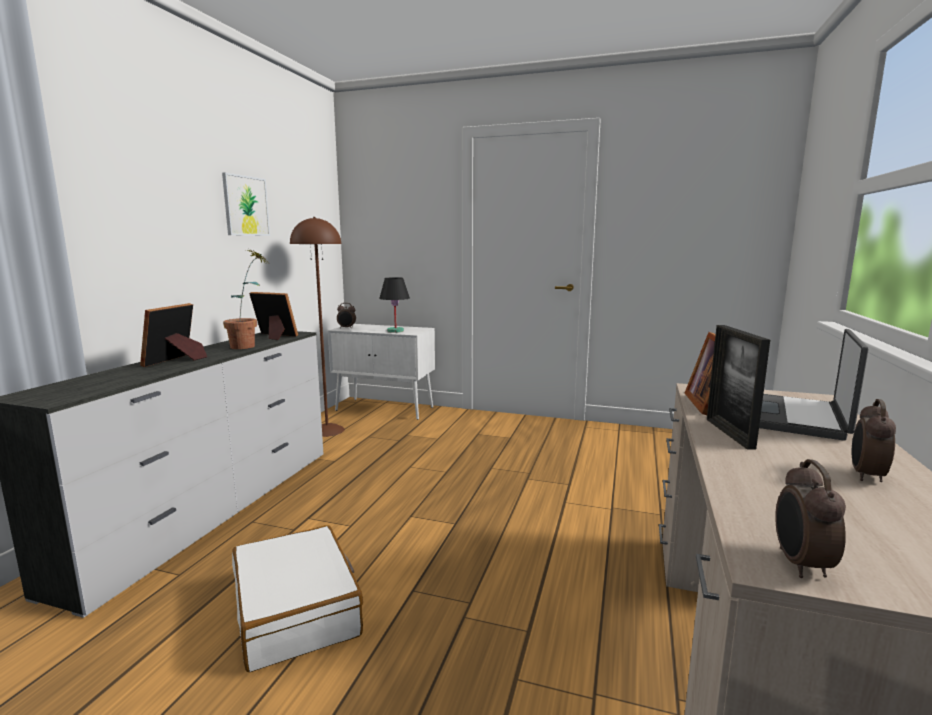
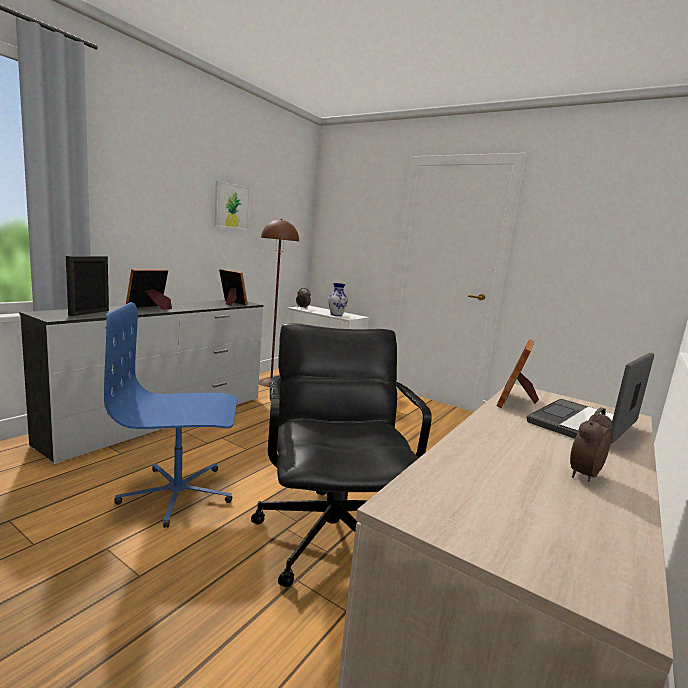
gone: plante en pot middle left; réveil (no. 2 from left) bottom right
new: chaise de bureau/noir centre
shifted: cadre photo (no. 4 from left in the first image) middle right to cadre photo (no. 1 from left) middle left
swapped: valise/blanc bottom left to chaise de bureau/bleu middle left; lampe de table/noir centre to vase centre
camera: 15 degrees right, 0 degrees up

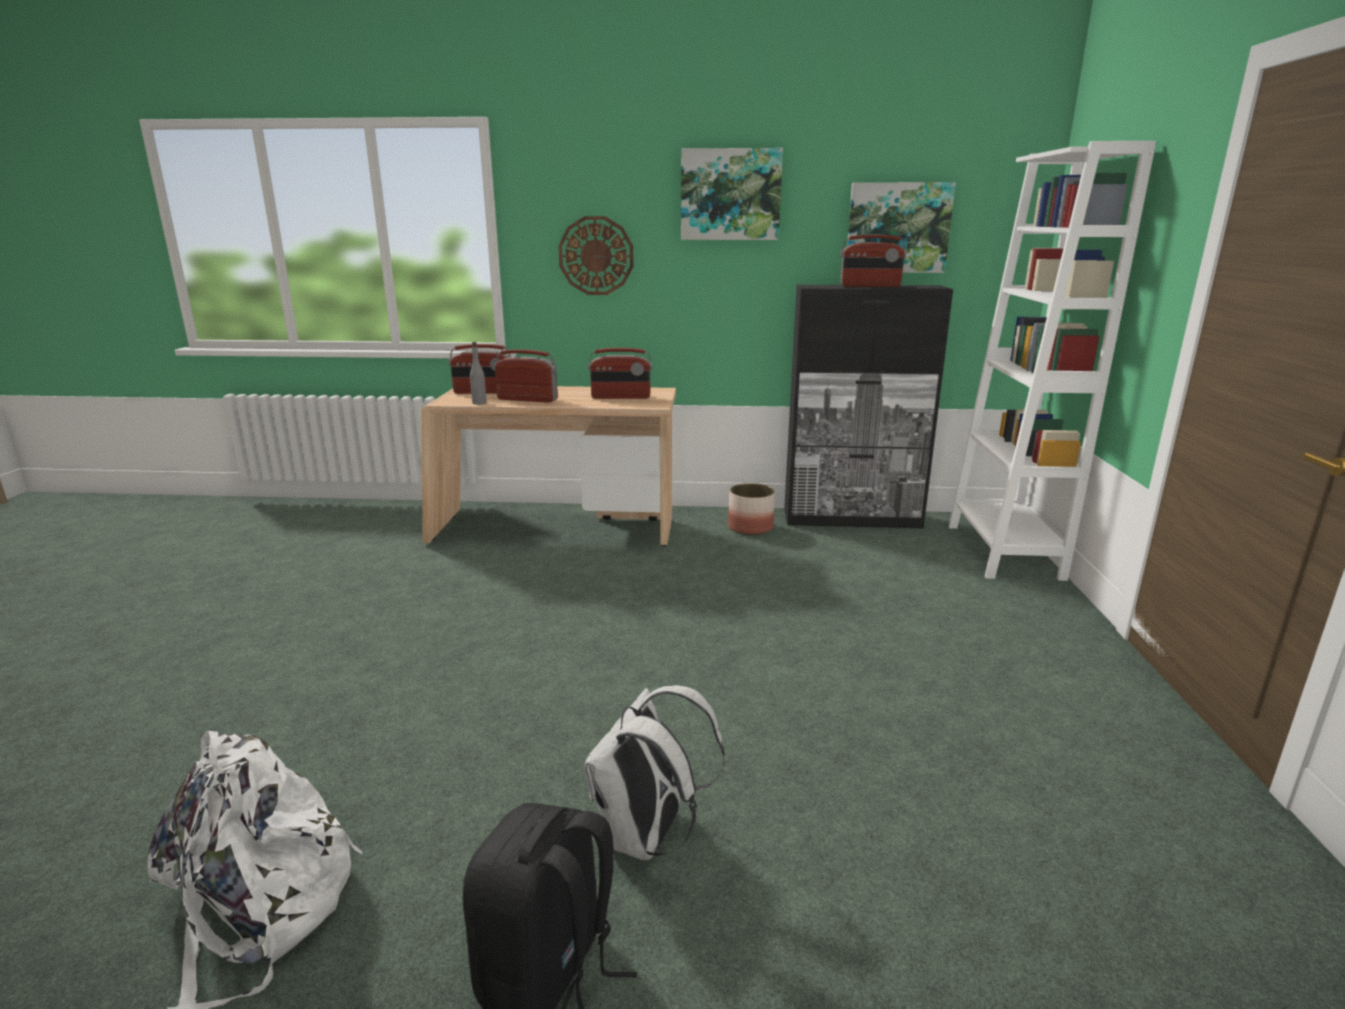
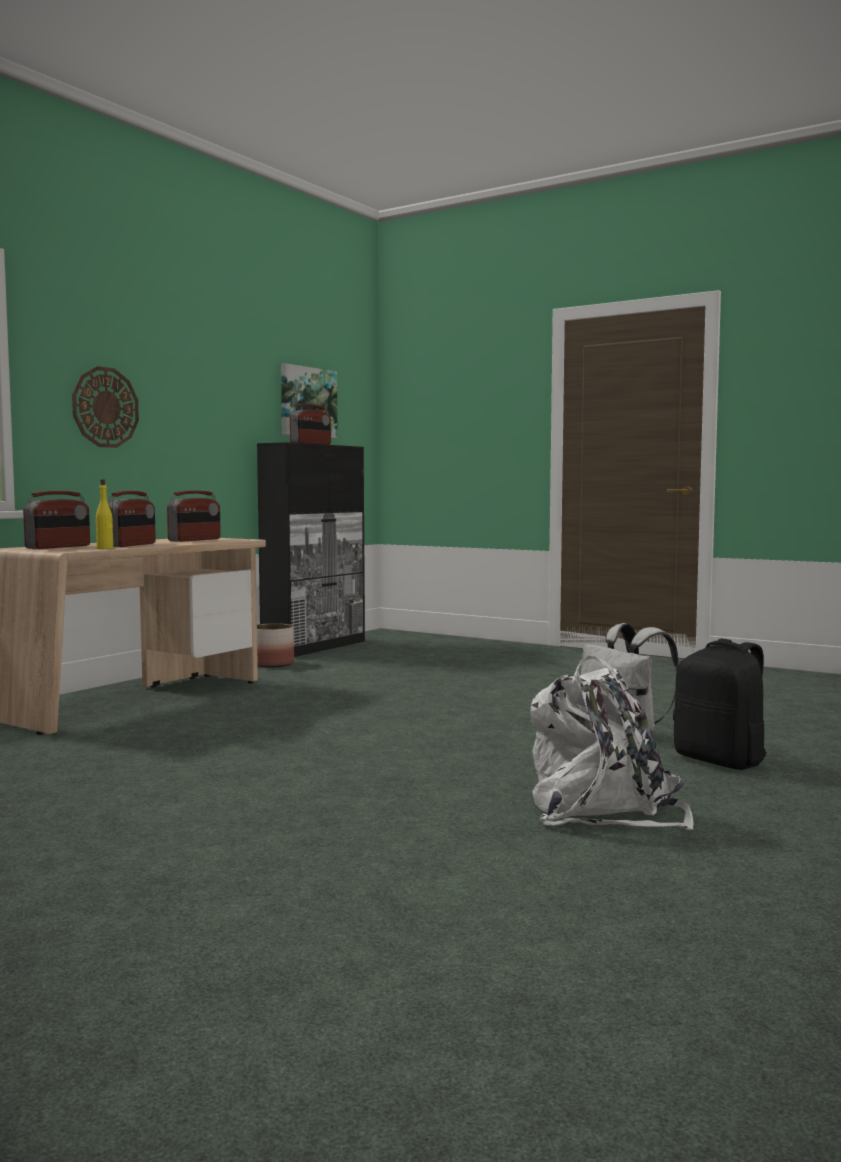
gone: tableau (no. 1 from left) top centre; bibliothèque/blanc middle right
repainted: bouteille/gris centre to bouteille/jaune middle left
rotated: radio (no. 2 from left) centre = middle left 150 degrees clockwise
camera: 60 degrees left, 15 degrees down

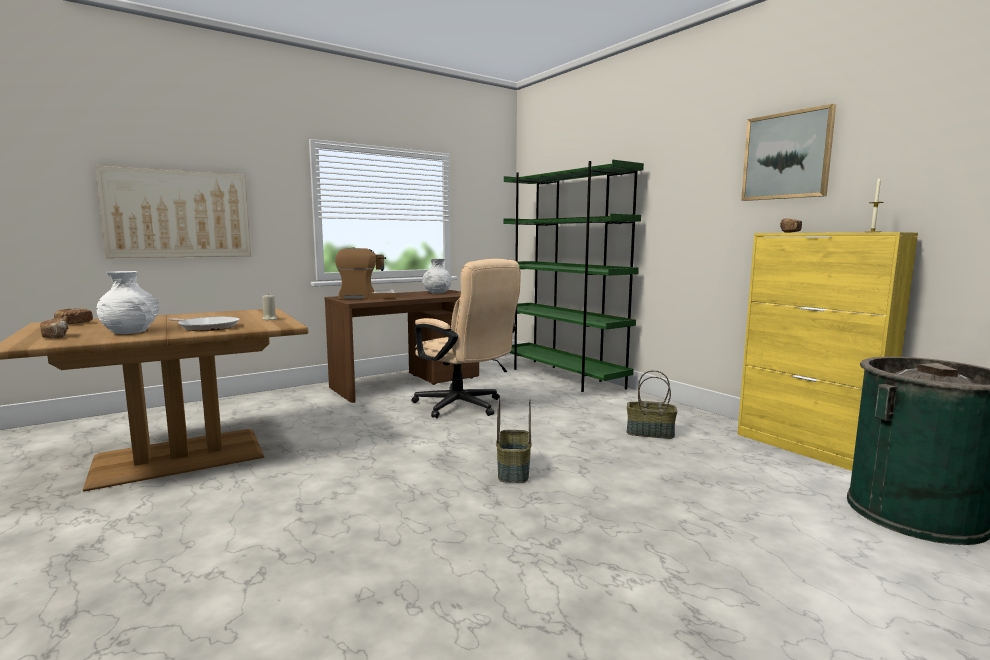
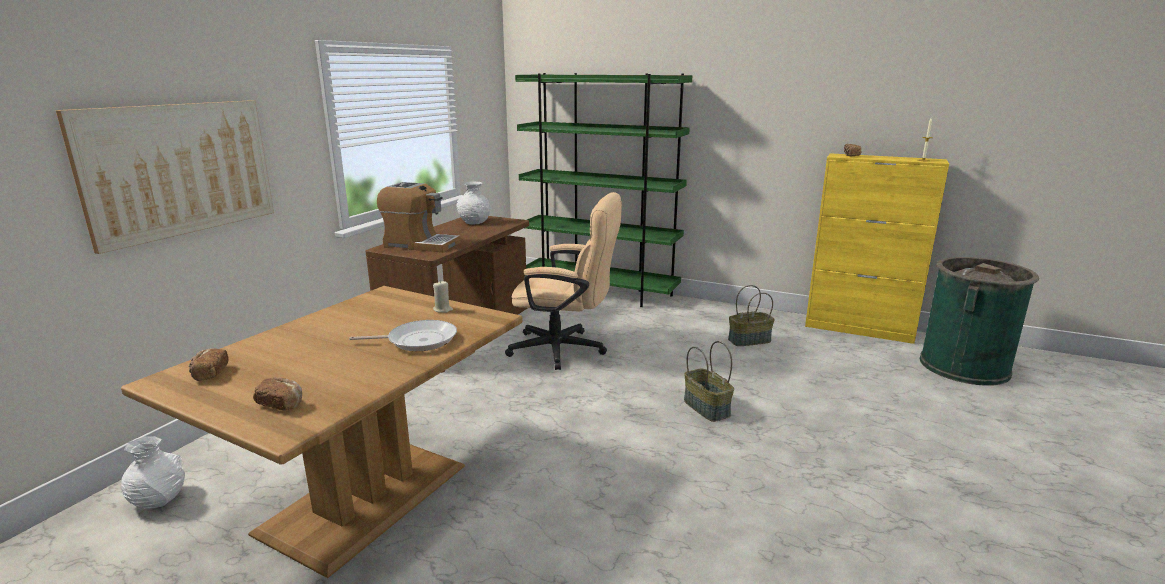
gone: tableau (no. 2 from left) top right
shifted: vase/blanc (no. 1 from left) middle left to bottom left
rotated: machine à café centre = centre 60 degrees clockwise
camera: 30 degrees left, 10 degrees up

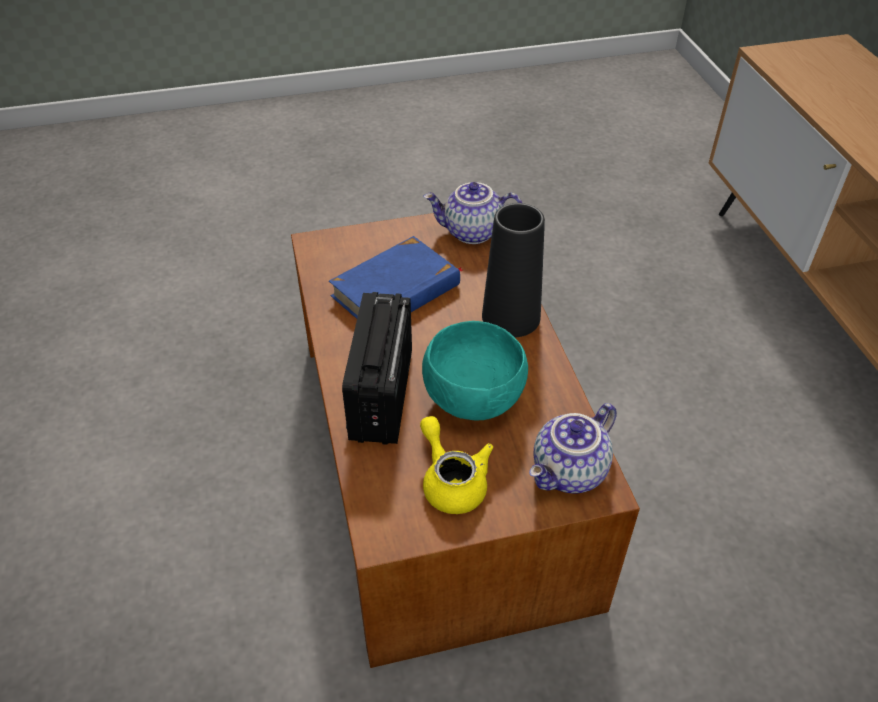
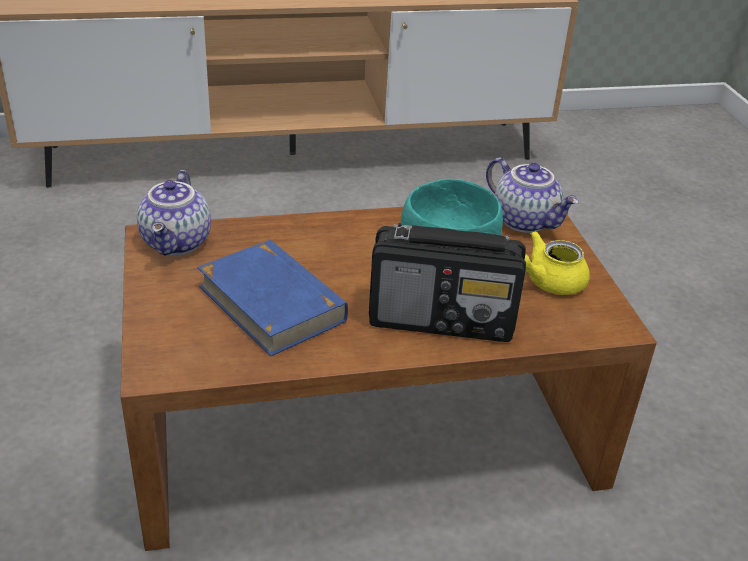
gone: vase/noir centre
camera: 90 degrees left, 10 degrees down

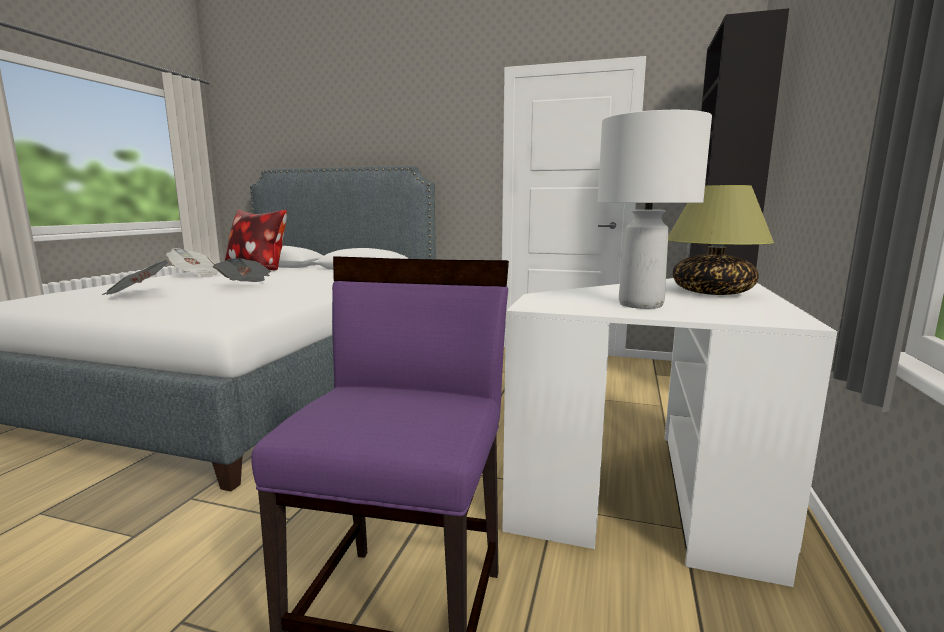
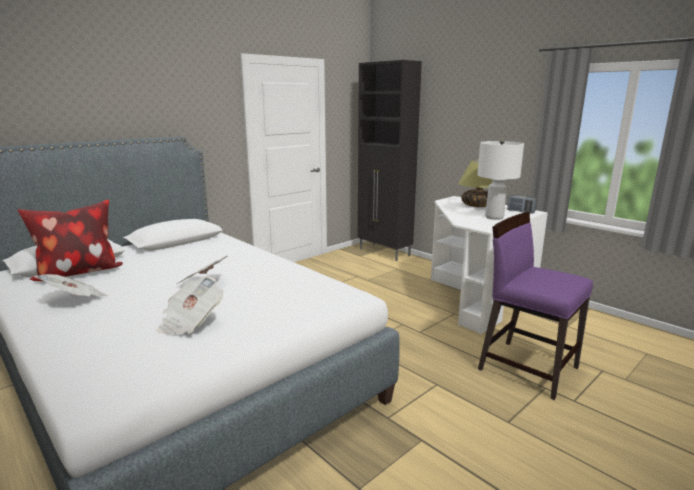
new: radio middle right
camera: 60 degrees left, 5 degrees up

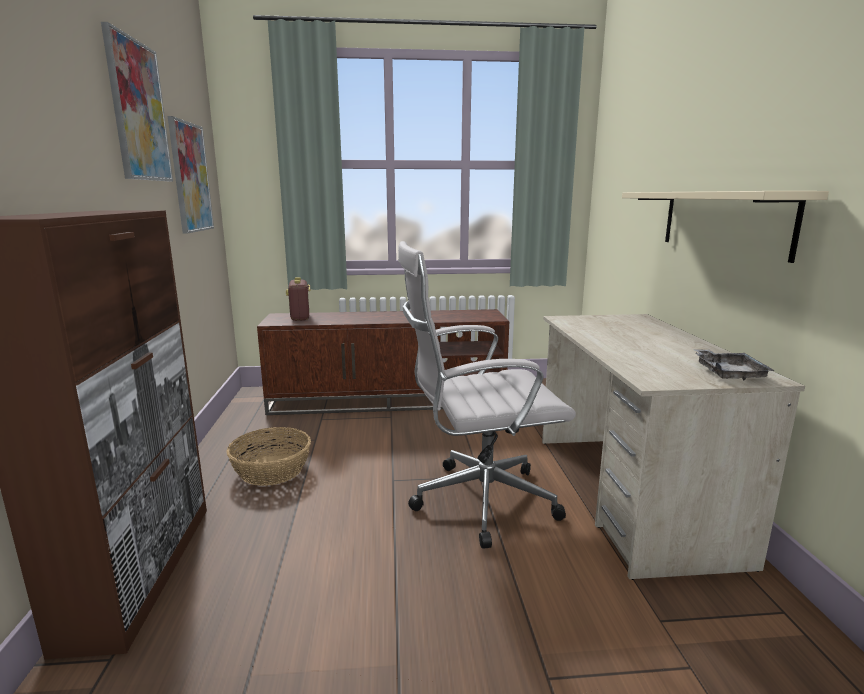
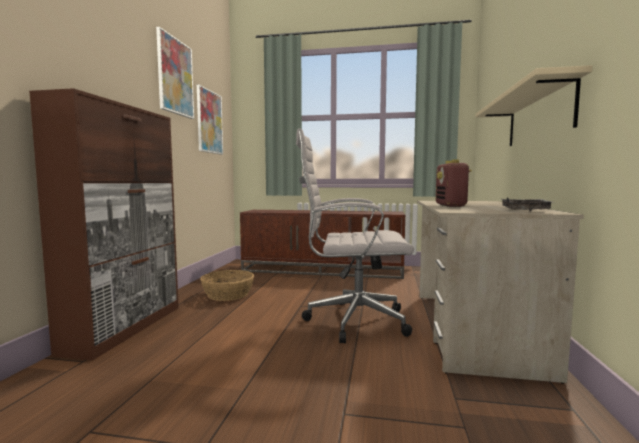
shifted: radio centre to middle right
camera: 15 degrees right, 10 degrees down

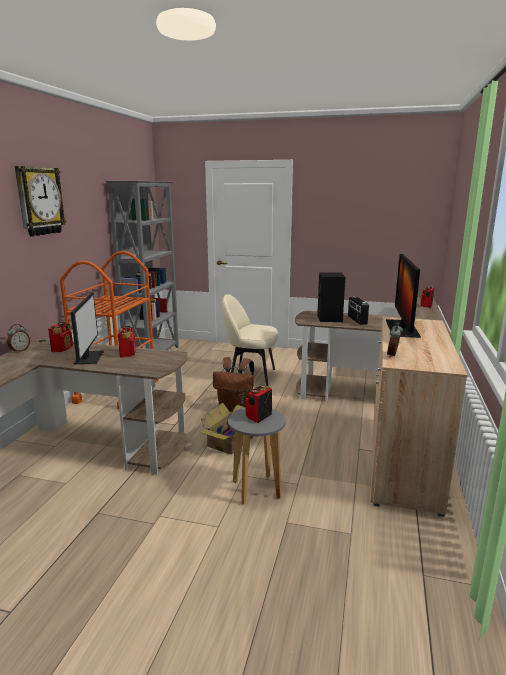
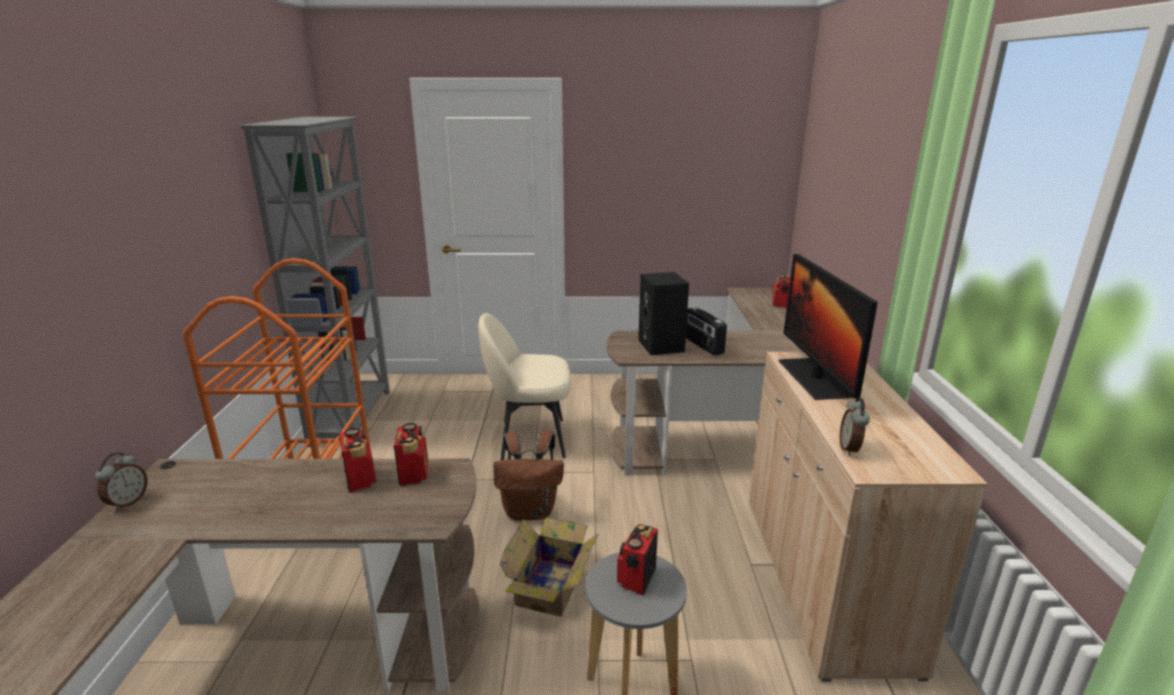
gone: horloge murale top left; écran d'ordinateur (no. 1 from left) middle left
shifted: radio (no. 1 from left in the first image) middle left to radio (no. 2 from left) centre
camera: 15 degrees left, 5 degrees up

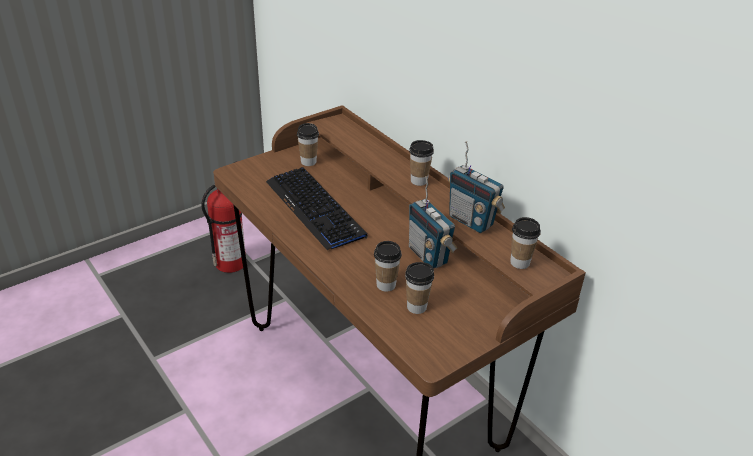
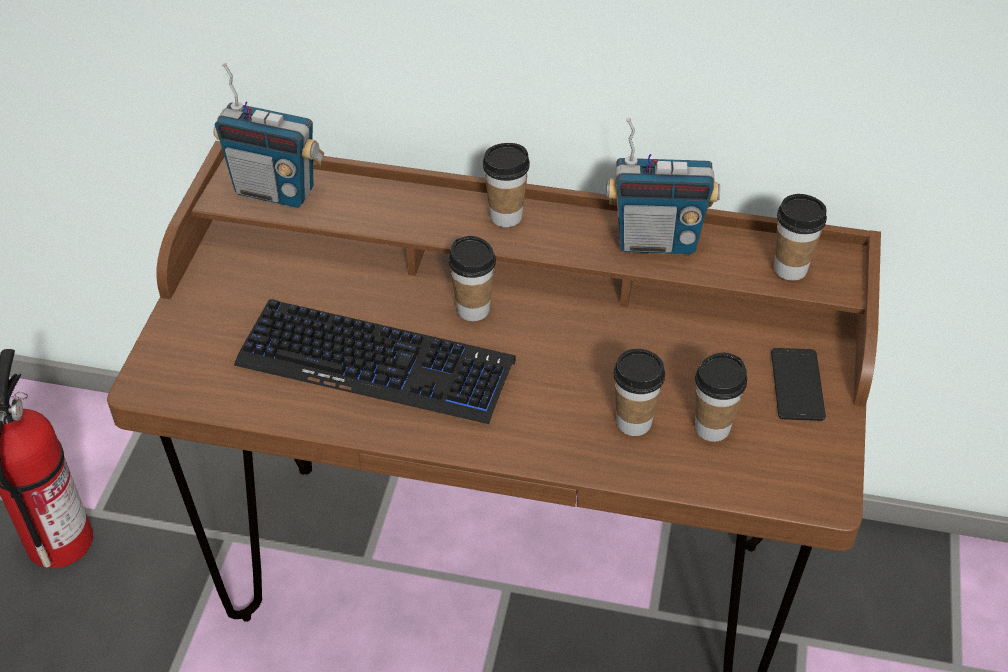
new: téléphone middle right
shifted: tasse (no. 1 from left) top centre to centre; radio (no. 1 from left) centre to top left
camera: 40 degrees left, 10 degrees up

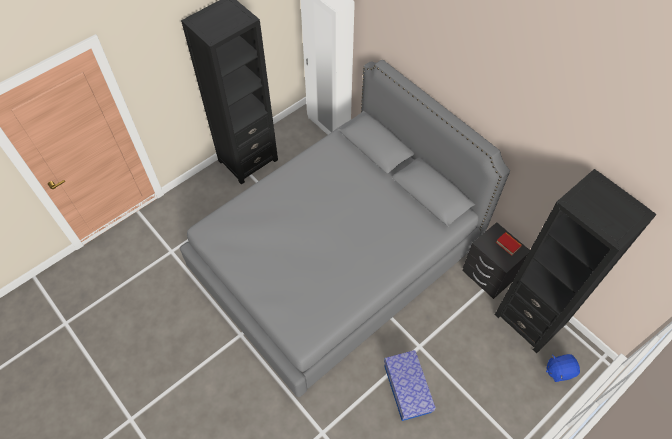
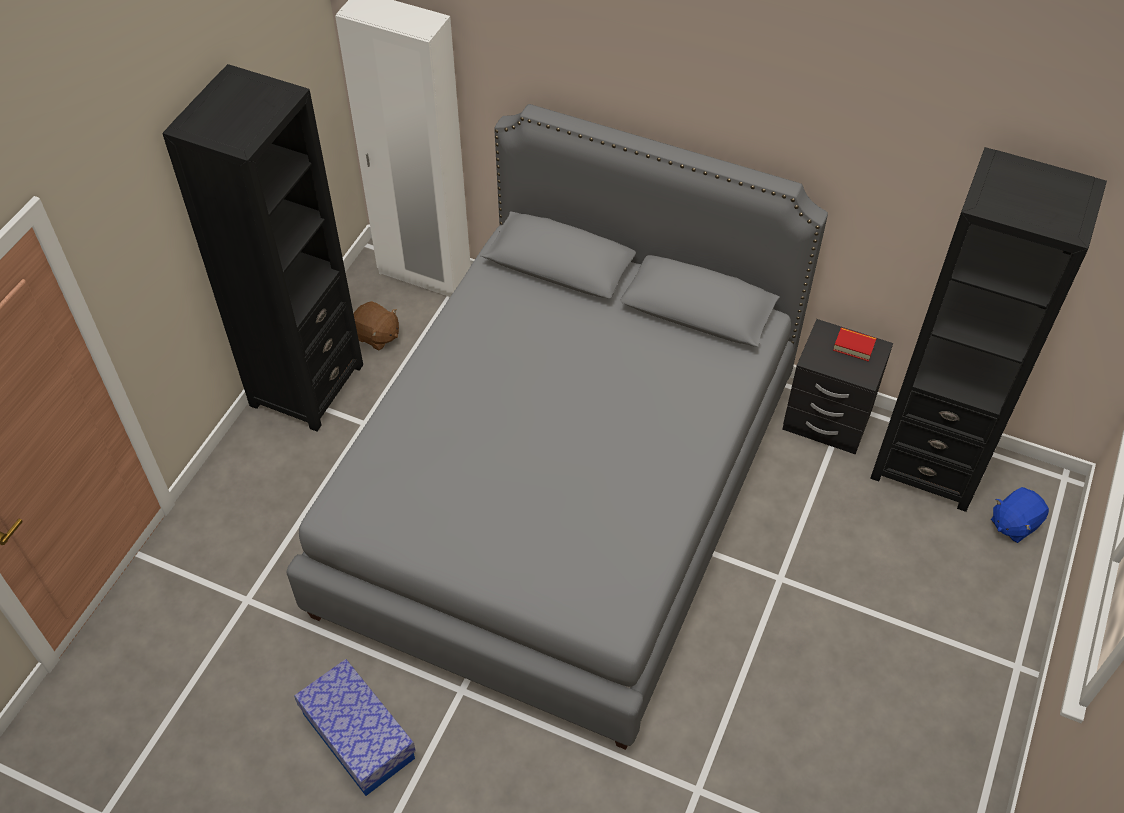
new: peluche/marron centre
shifted: boîte de rangement bottom centre to bottom left
camera: 25 degrees left, 5 degrees down

